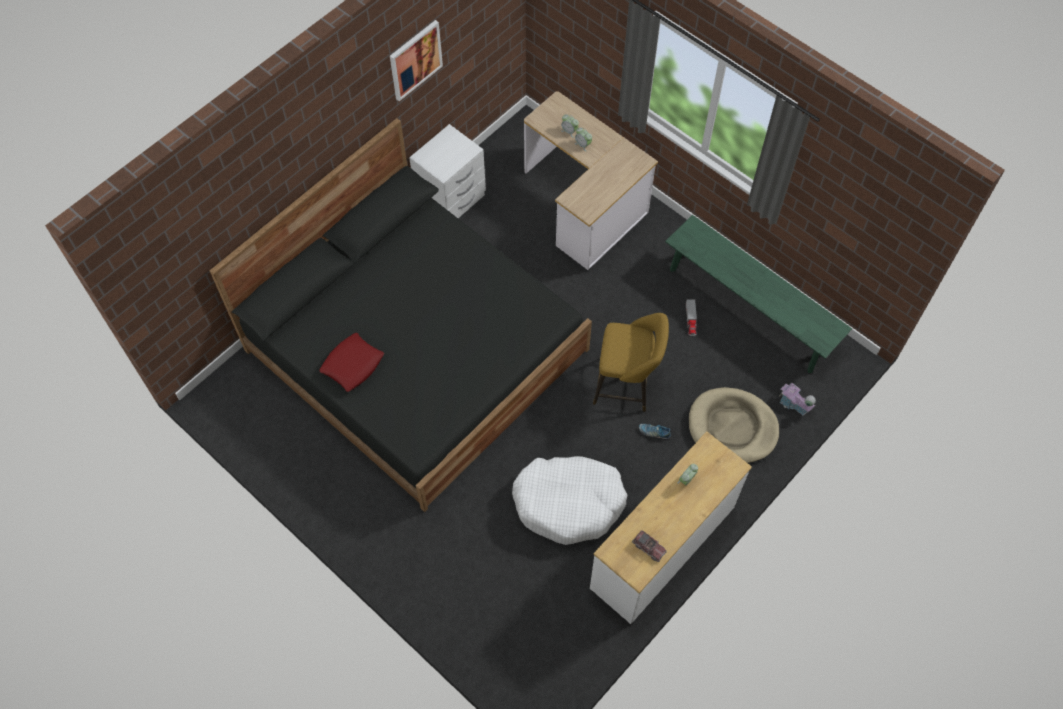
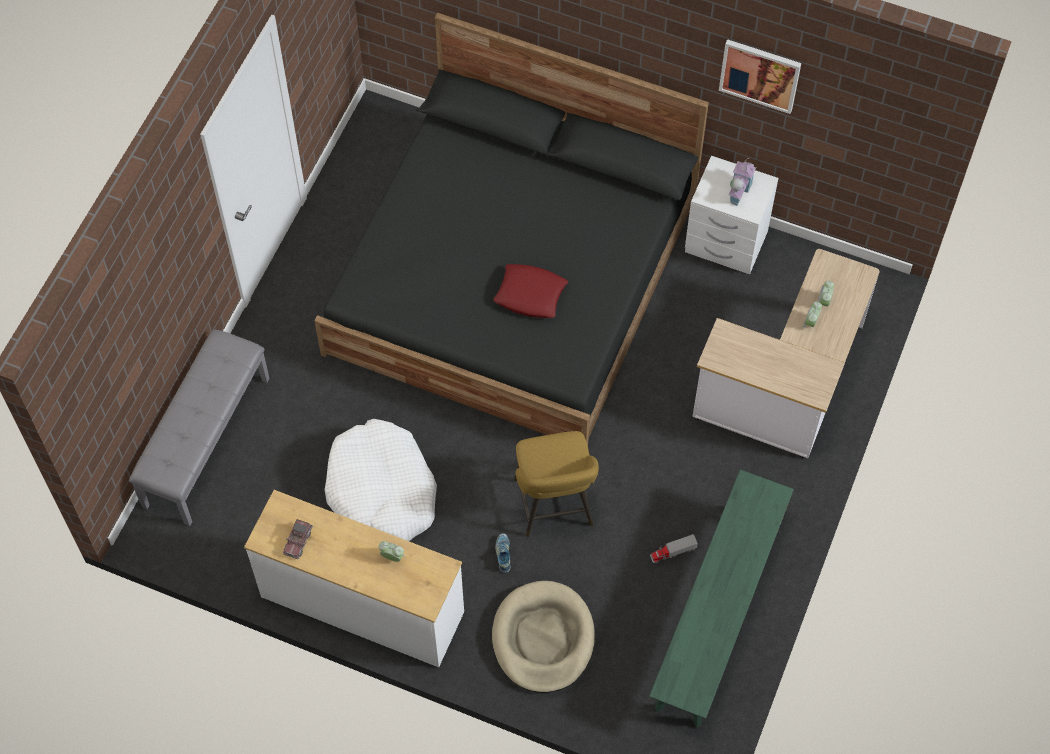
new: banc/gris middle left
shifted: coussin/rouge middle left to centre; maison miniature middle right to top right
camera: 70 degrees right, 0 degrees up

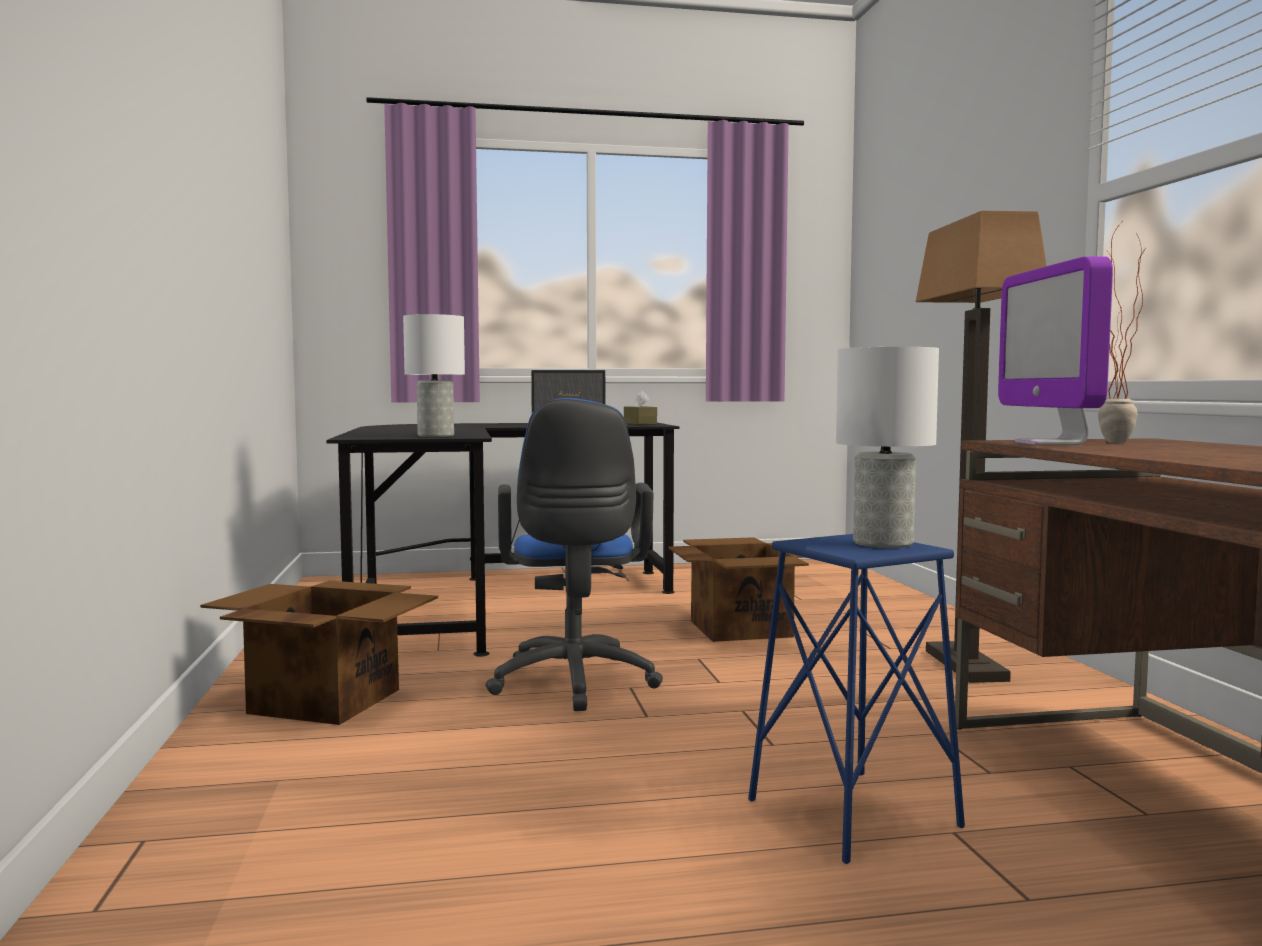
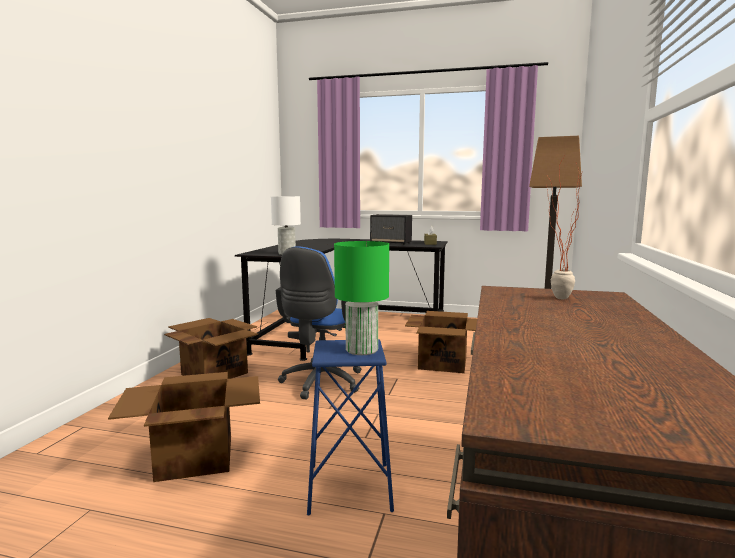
gone: écran d'ordinateur middle right
new: carton (no. 1 from left) bottom left
repainted: lampe de table/blanc (no. 2 from left) middle right to lampe de table/vert centre
camera: 25 degrees right, 5 degrees up

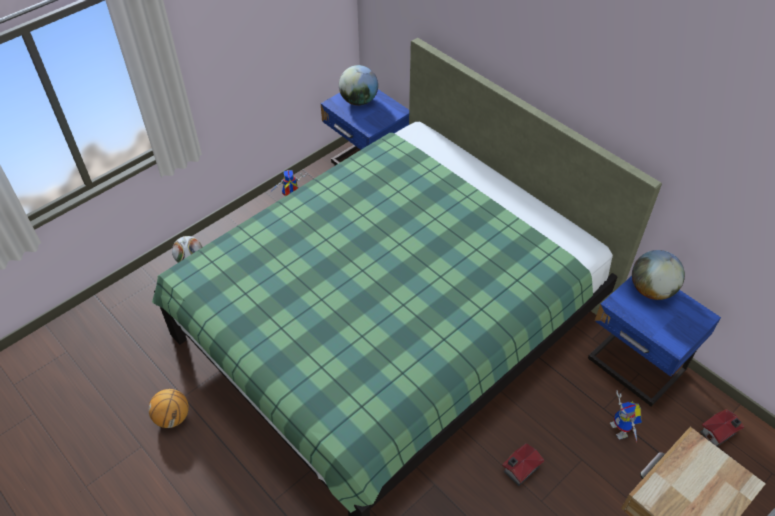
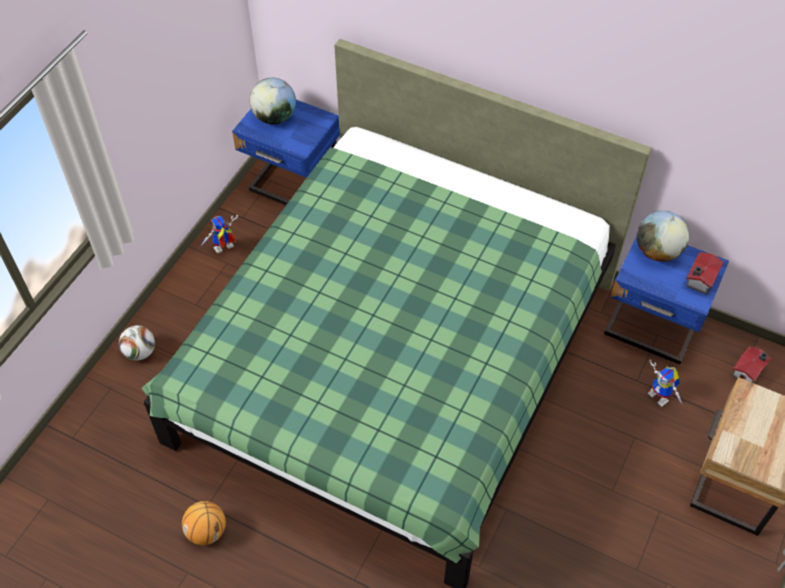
shifted: maison miniature (no. 1 from left) bottom right to middle right
camera: 20 degrees left, 5 degrees up

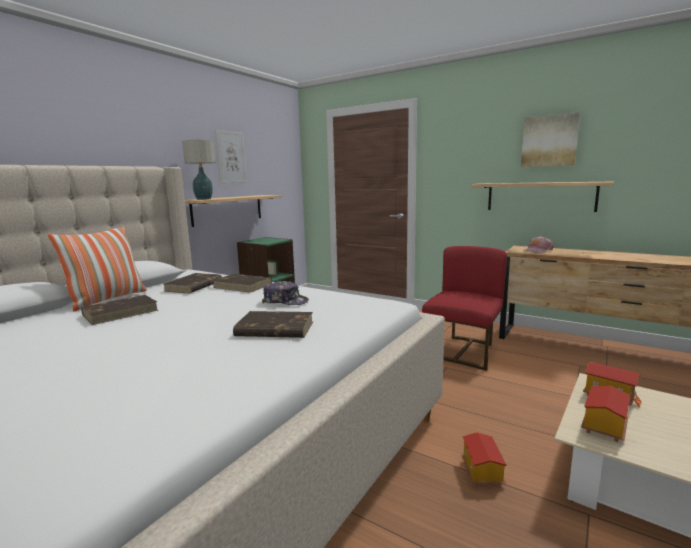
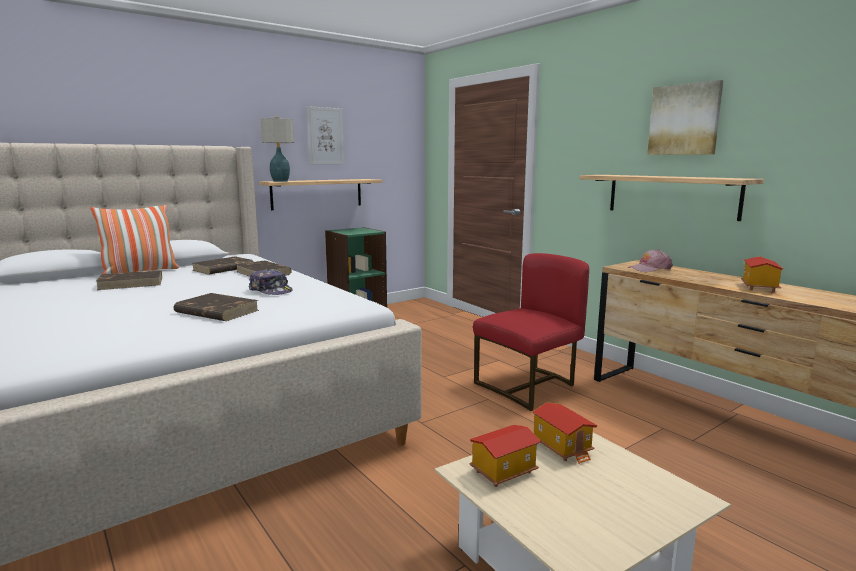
shifted: maison miniature (no. 1 from left in the first image) bottom right to maison miniature (no. 3 from left) middle right
camera: 20 degrees right, 0 degrees up

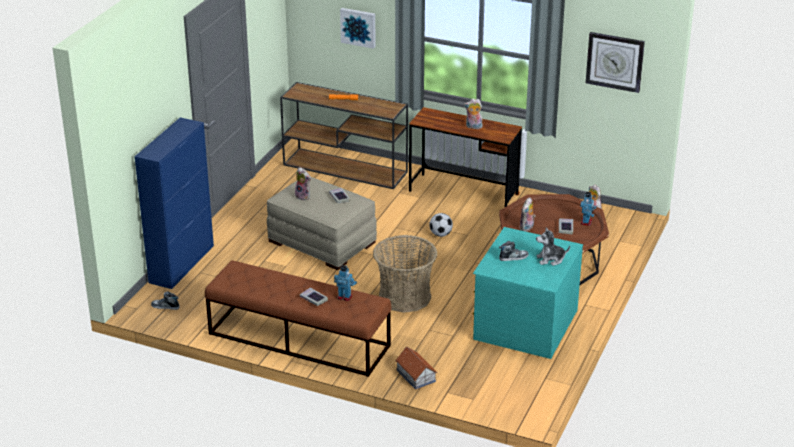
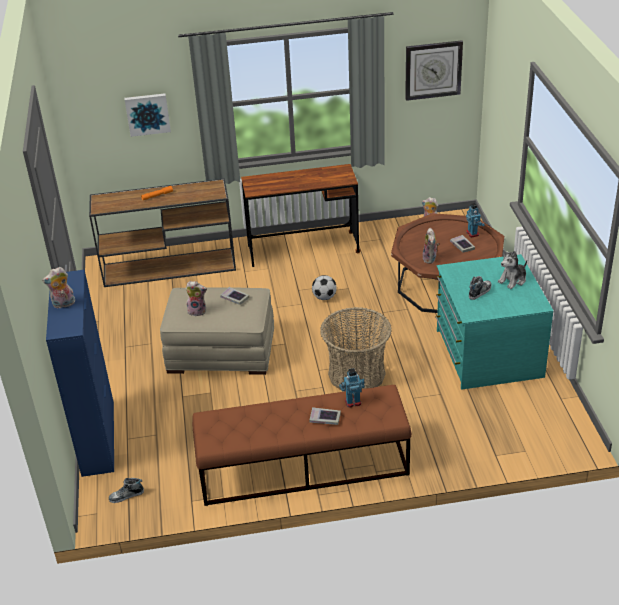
gone: maison miniature bottom centre
shifted: peluche (no. 2 from left in the first image) top centre to peluche (no. 1 from left) middle left
camera: 30 degrees left, 5 degrees up

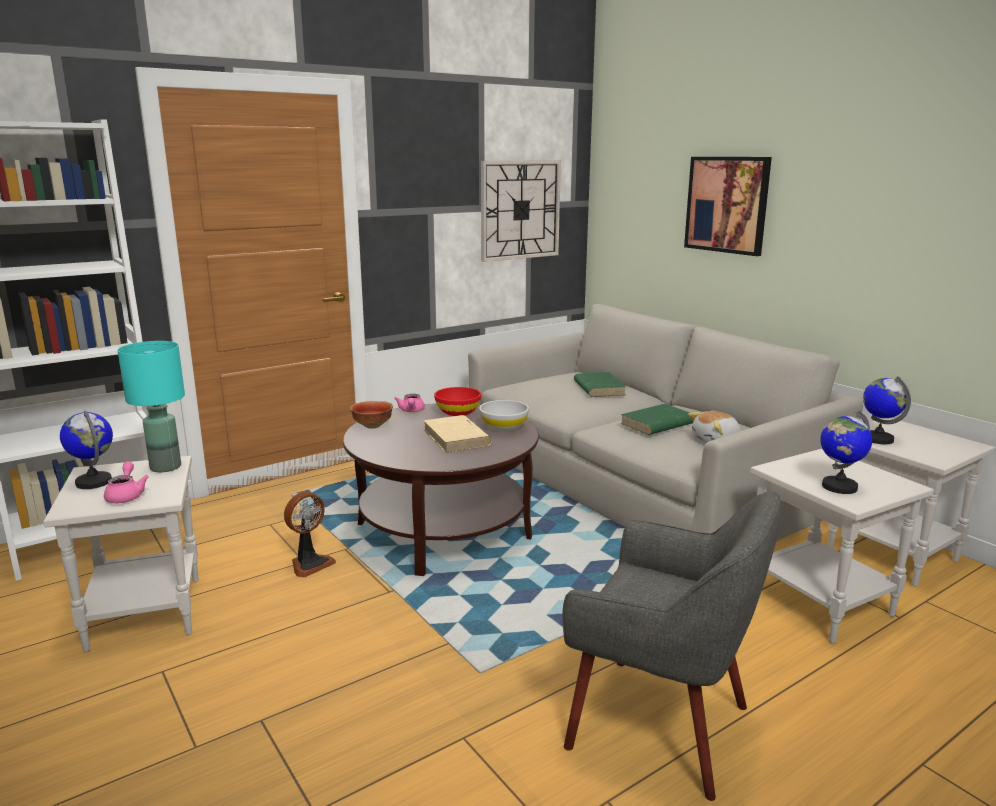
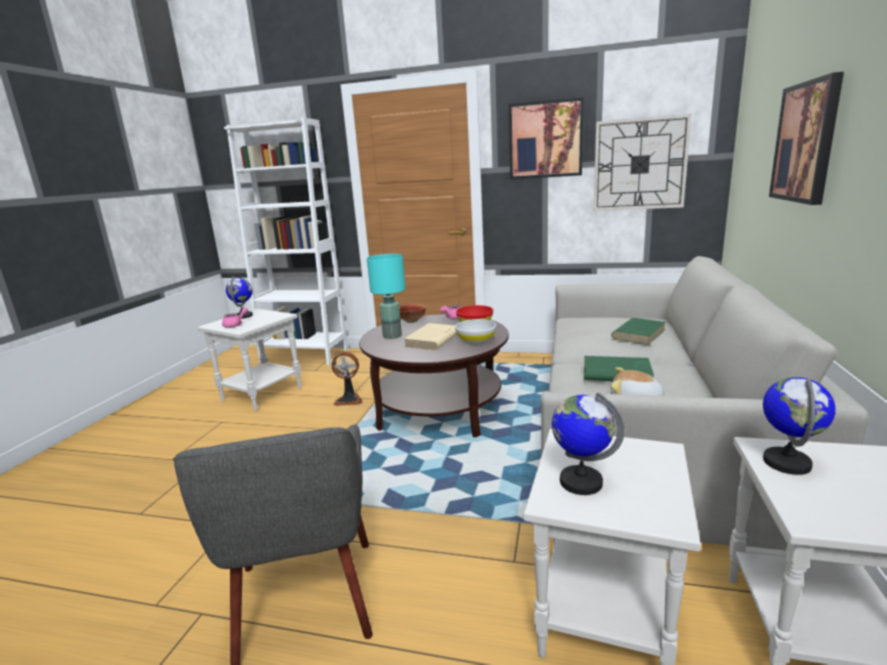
new: tableau (no. 1 from left) top centre
shifted: lampe de table/turquoise middle left to centre
camera: 50 degrees right, 0 degrees up

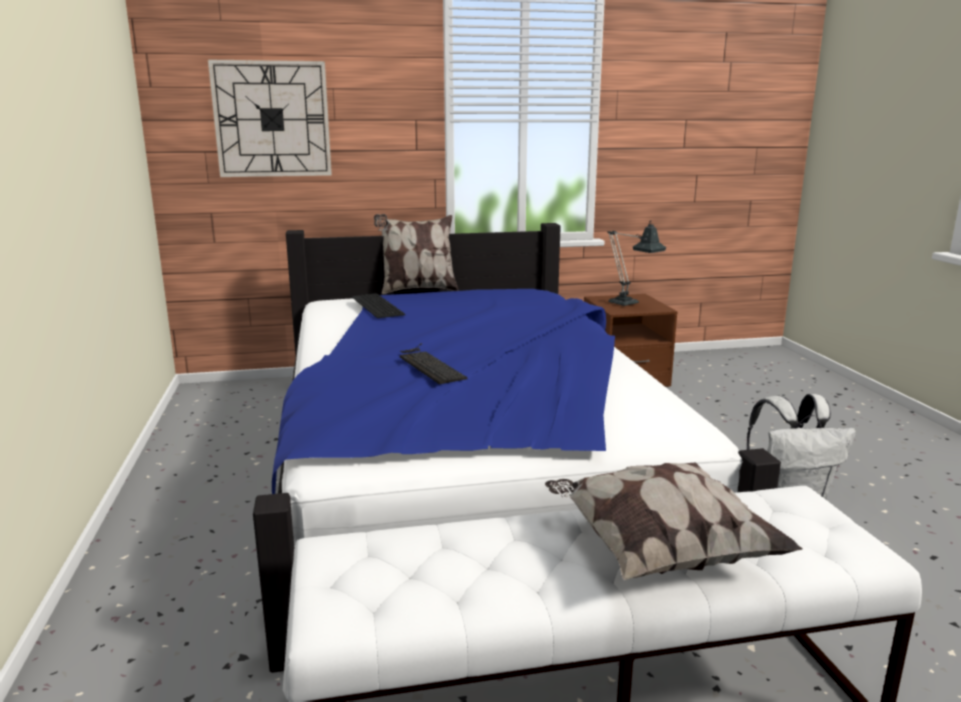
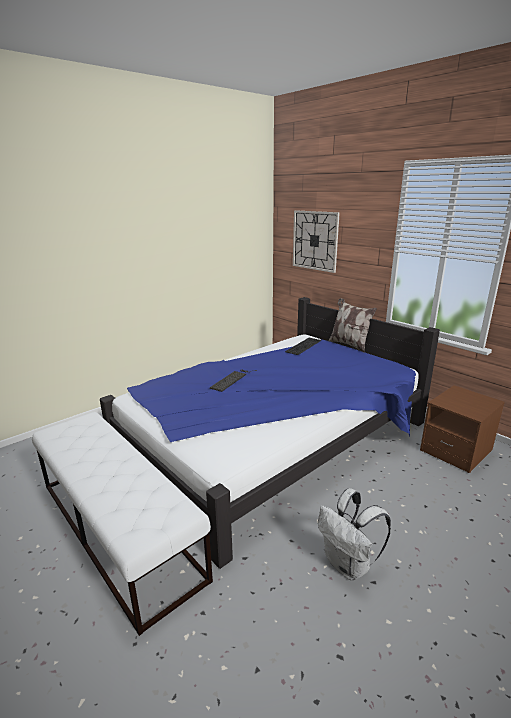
gone: coussin (no. 2 from left) bottom right; lampe de table centre
camera: 60 degrees right, 5 degrees up

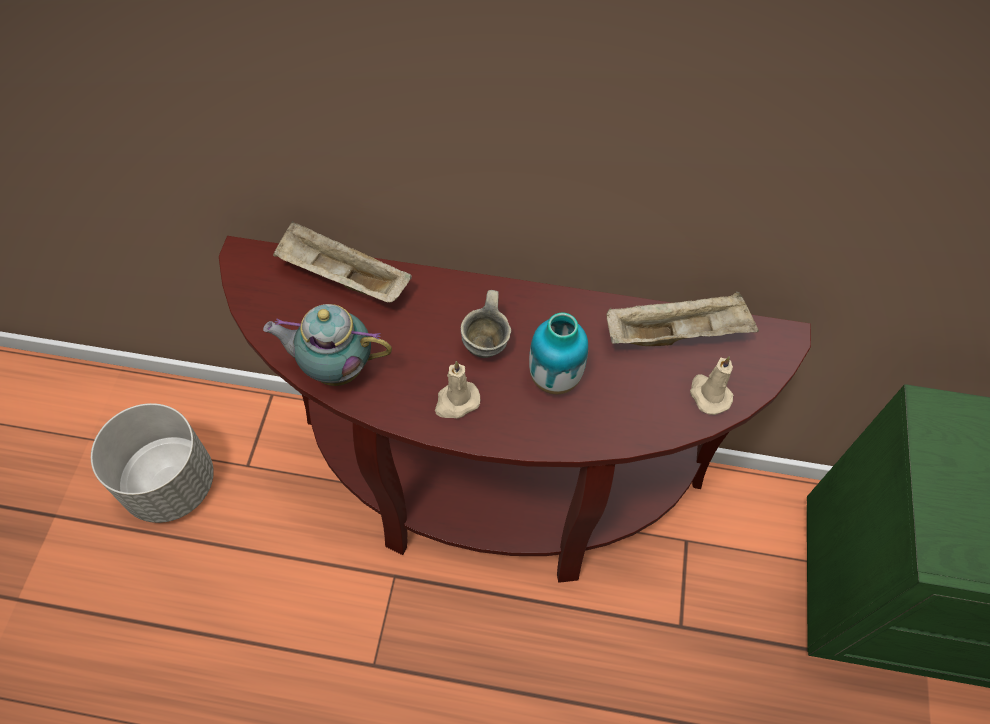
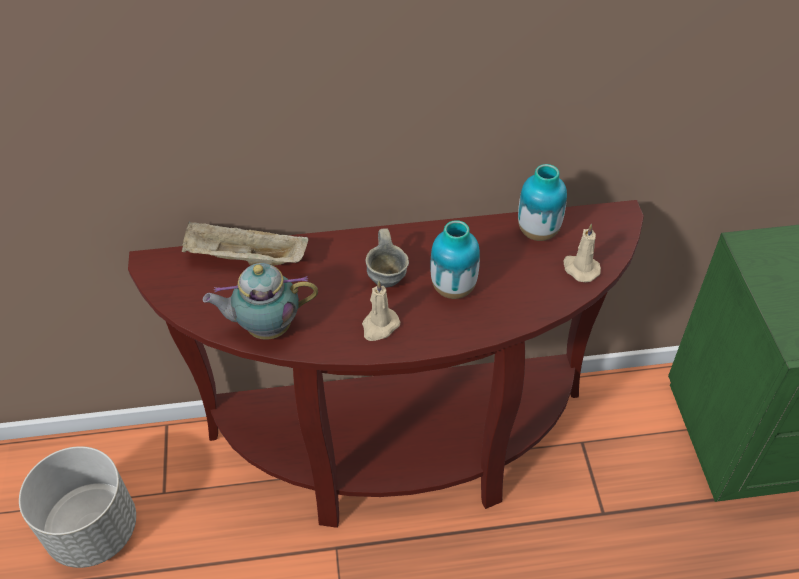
swapped: plateau/beige (no. 2 from left) middle right to vase (no. 2 from left) middle right
camera: 15 degrees left, 10 degrees down

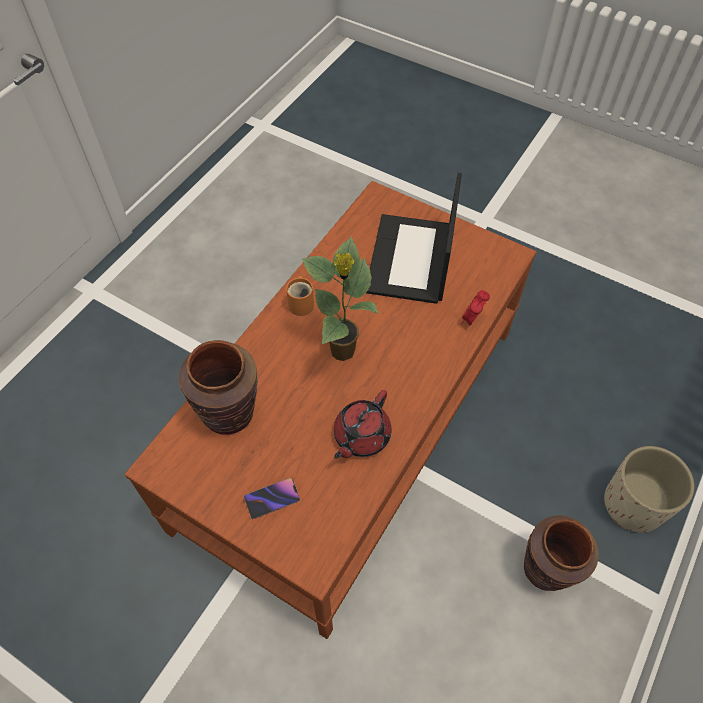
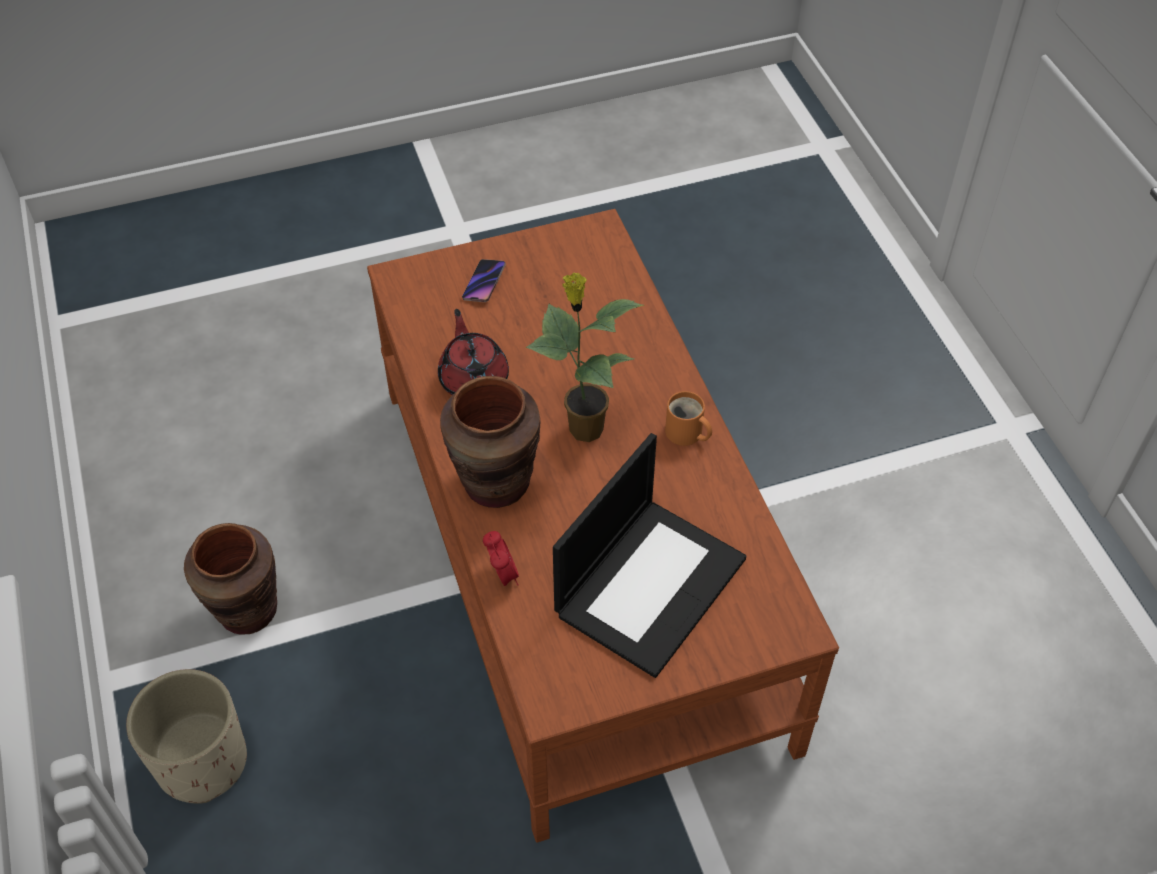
shifted: vase/marron (no. 1 from left in the first image) middle left to vase/marron (no. 2 from left) centre
rotated: ordinateur portable centre = centre 75 degrees clockwise
camera: 130 degrees right, 5 degrees down

